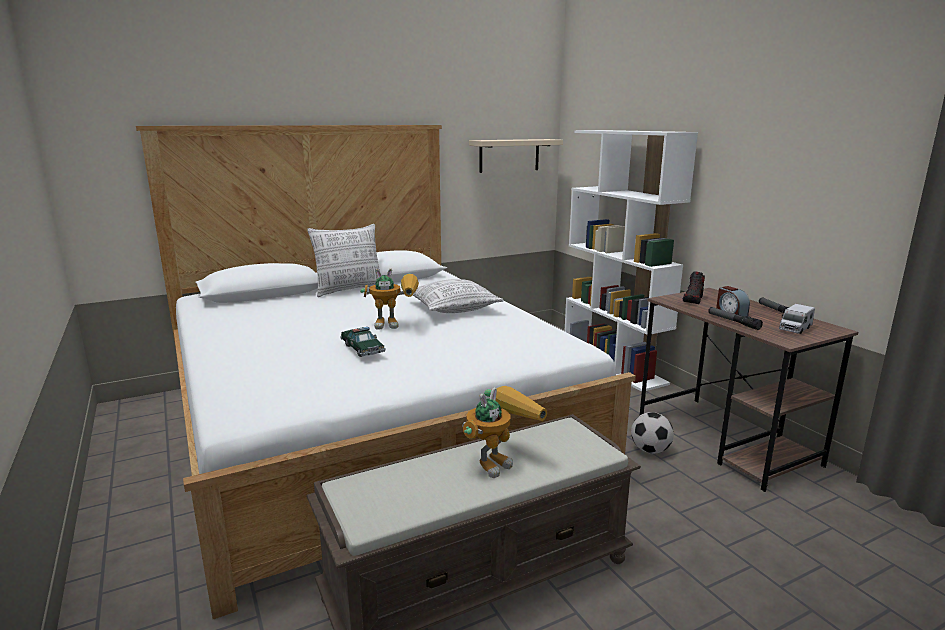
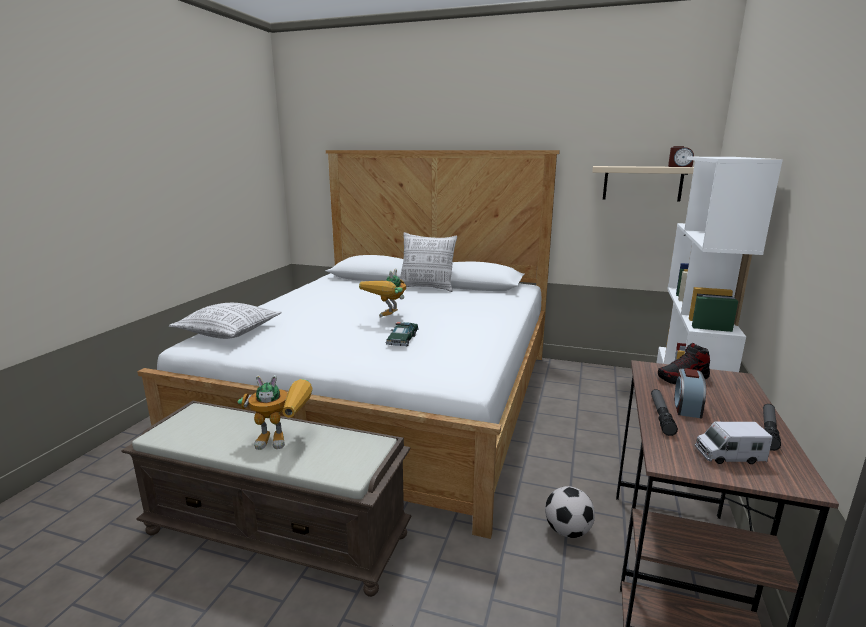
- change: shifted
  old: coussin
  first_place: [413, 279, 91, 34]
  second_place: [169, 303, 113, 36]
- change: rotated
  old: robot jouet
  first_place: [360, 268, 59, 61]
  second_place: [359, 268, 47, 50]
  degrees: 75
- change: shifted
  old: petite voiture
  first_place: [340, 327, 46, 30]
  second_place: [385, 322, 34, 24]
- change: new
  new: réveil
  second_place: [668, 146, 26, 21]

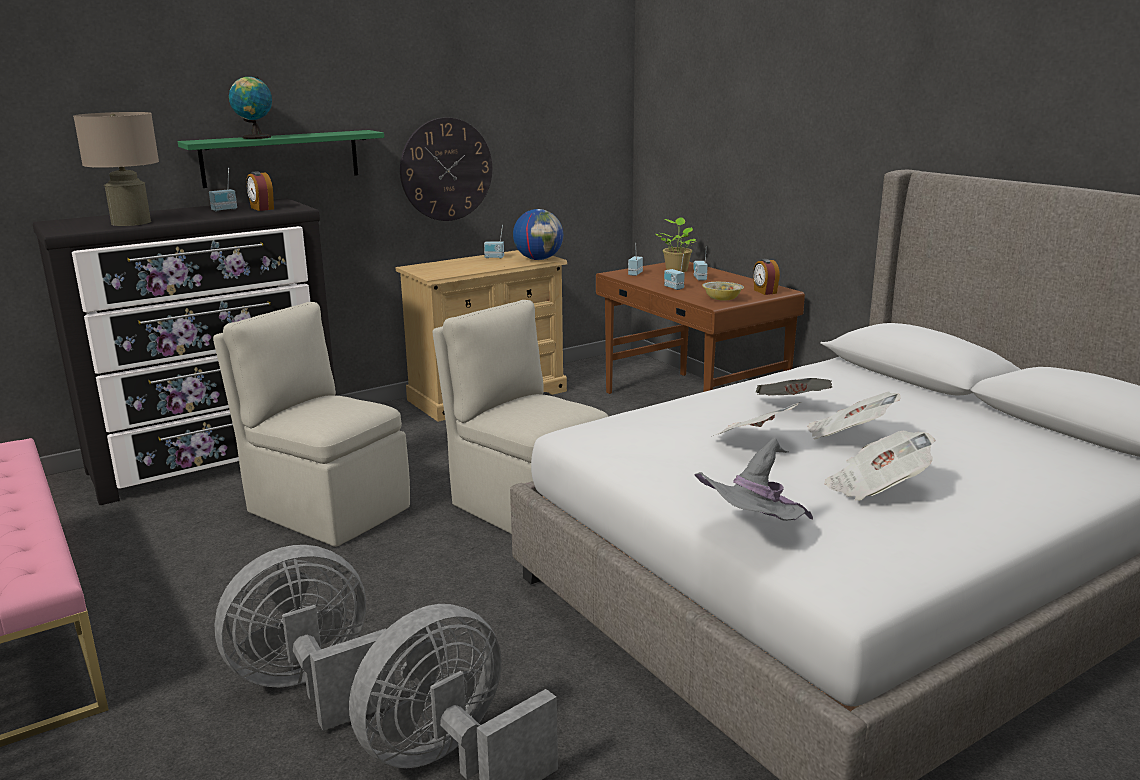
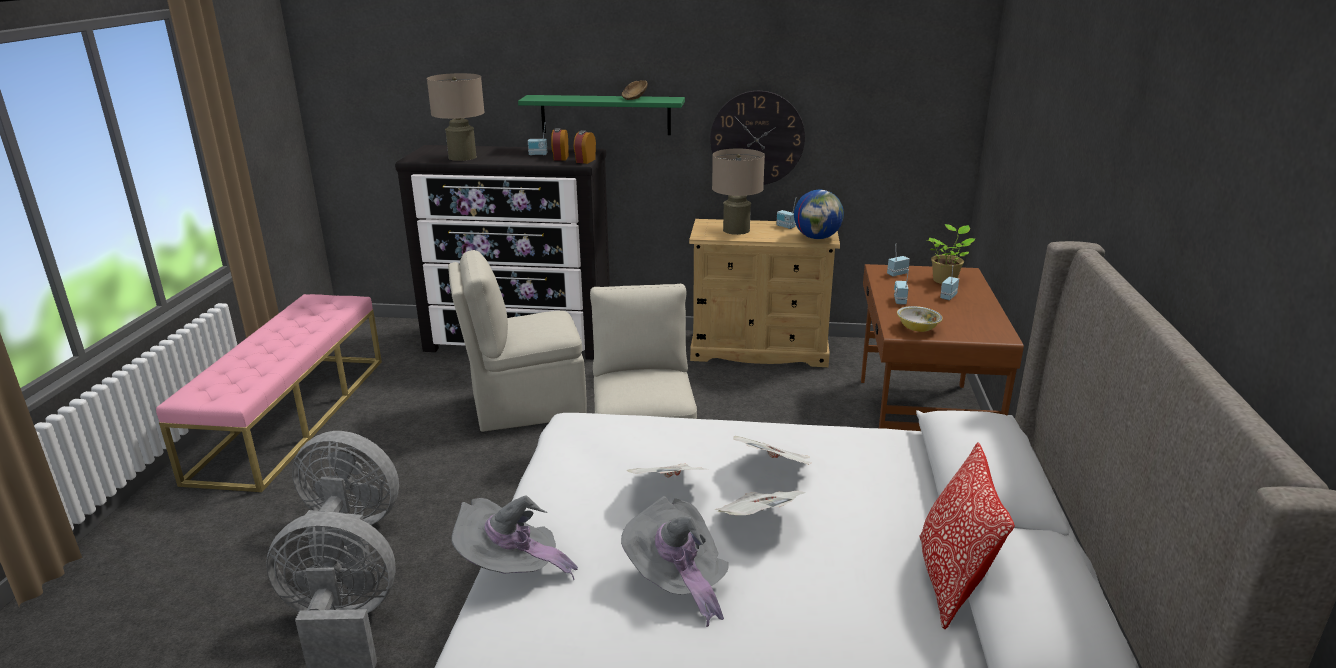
- change: rotated
  old: chaise [beige]
  first_place: [213, 302, 197, 245]
  second_place: [448, 250, 138, 182]
  degrees: -90
- change: shifted
  old: réveil
  first_place: [753, 259, 27, 36]
  second_place: [574, 130, 22, 34]
- change: swapped
  old: journal
  new: chapeau [gris]
  first_place: [825, 430, 110, 71]
  second_place: [621, 496, 108, 131]
- change: new
  new: bol [marron]
  second_place: [622, 80, 26, 20]
- change: new
  new: lampe de table [beige]
  second_place: [712, 149, 53, 86]
- change: new
  new: coussin
  second_place: [919, 442, 96, 187]
- change: gone
  old: globe
  first_place: [229, 76, 43, 63]

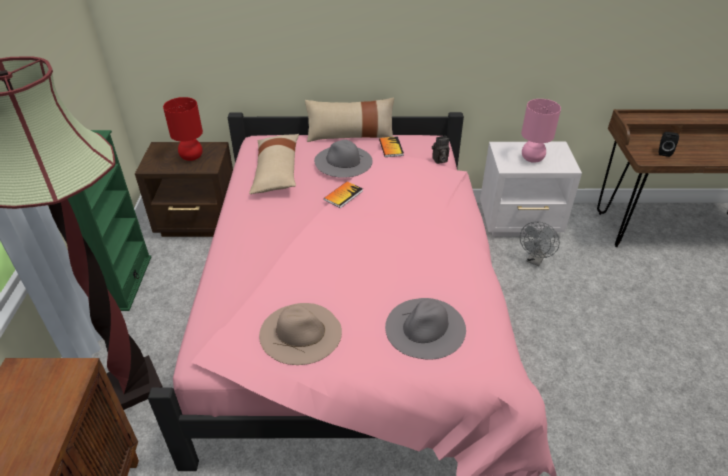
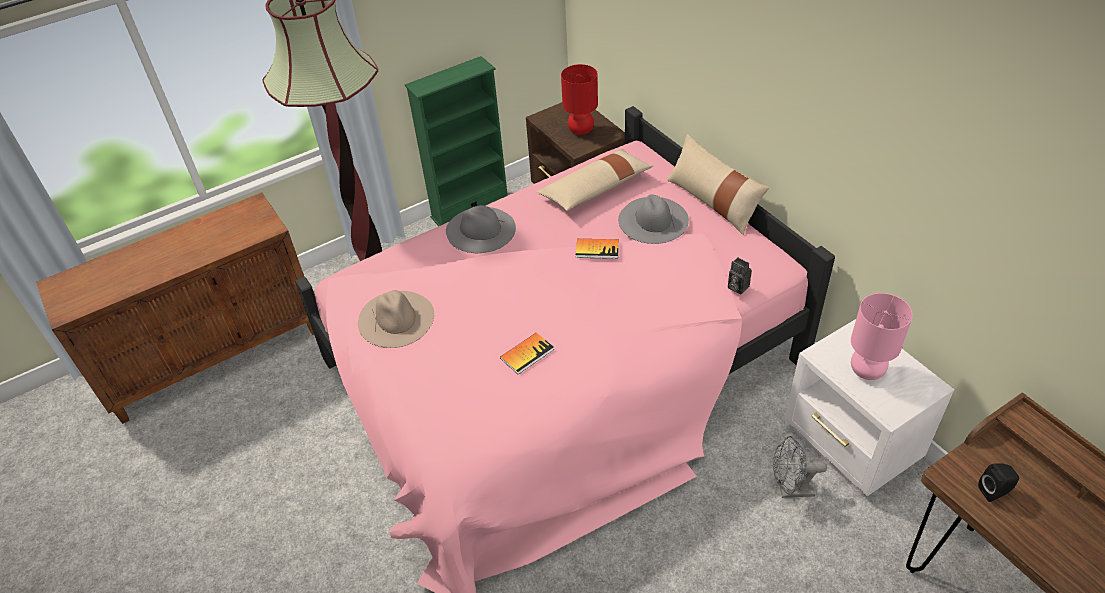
- change: shifted
  old: chapeau [gris]
  first_place: [385, 298, 81, 62]
  second_place: [446, 205, 70, 48]
- change: shifted
  old: livre
  first_place: [379, 136, 25, 21]
  second_place: [500, 332, 54, 43]

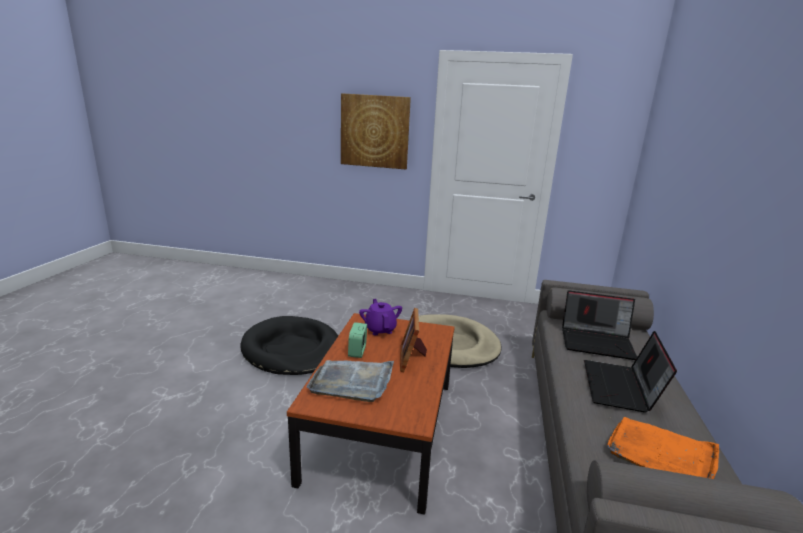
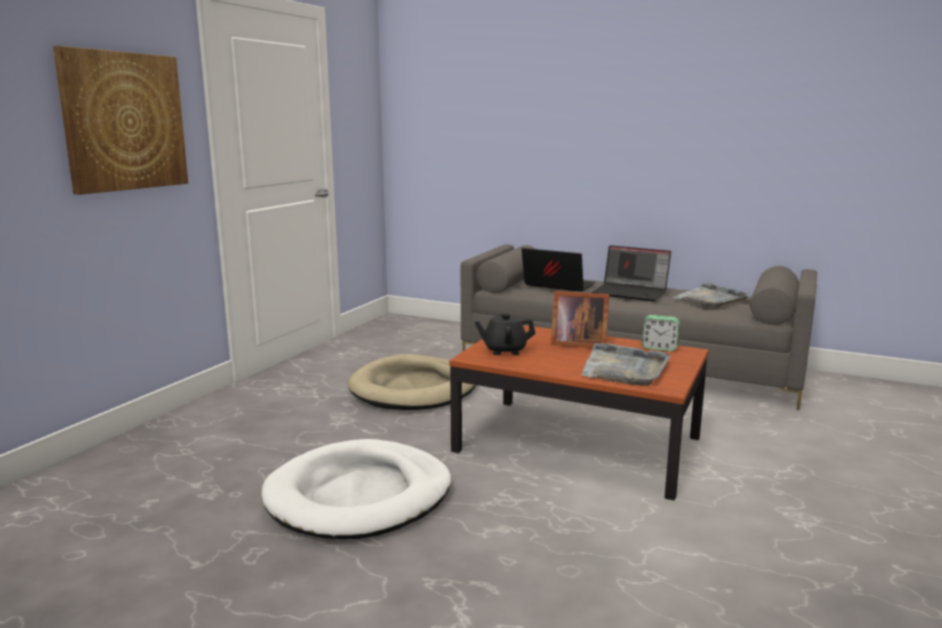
- change: repainted
  old: panier pour chien [noir]
  new: panier pour chien [blanc]
  first_place: [240, 316, 98, 59]
  second_place: [262, 439, 189, 100]
- change: repainted
  old: théière [violet]
  new: théière [noir]
  first_place: [359, 299, 43, 37]
  second_place: [474, 313, 62, 42]
- change: rotated
  old: ordinateur portable
  first_place: [562, 290, 75, 70]
  second_place: [521, 248, 74, 44]
  degrees: -90
- change: shifted
  old: réveil
  first_place: [348, 322, 19, 36]
  second_place: [642, 315, 38, 36]
- change: repainted
  old: plateau [orange]
  new: plateau [gris]
  first_place: [607, 417, 112, 62]
  second_place: [673, 283, 78, 25]

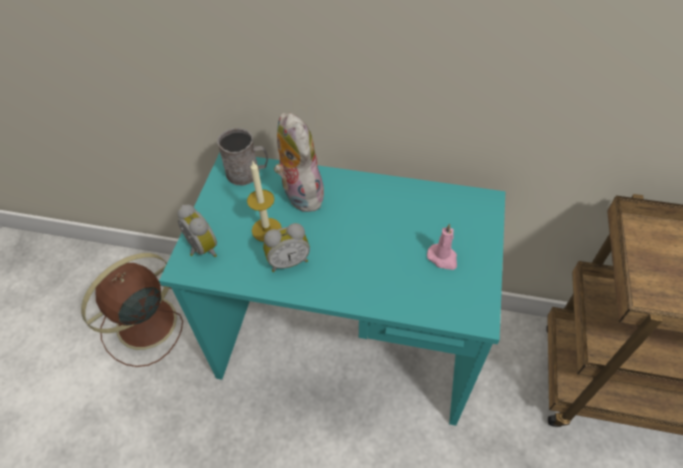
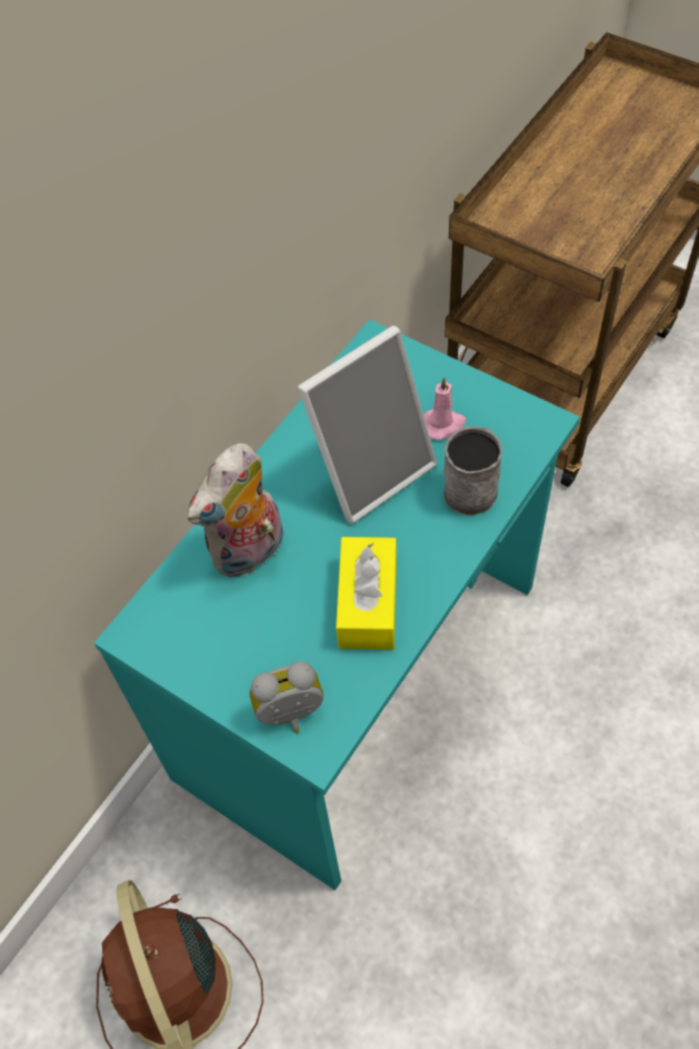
- change: rotated
  old: peluche
  first_place: [274, 113, 50, 99]
  second_place: [188, 443, 96, 135]
  degrees: -45
- change: new
  new: cadre photo
  second_place: [298, 326, 139, 198]
- change: swapped
  old: réveil
  new: boîte à mouchoirs [jaune]
  first_place: [263, 223, 47, 49]
  second_place: [336, 537, 61, 113]
- change: shifted
  old: mug [gris]
  first_place: [217, 128, 51, 57]
  second_place: [444, 426, 58, 90]
- change: gone
  old: bougie
  first_place: [247, 162, 35, 80]

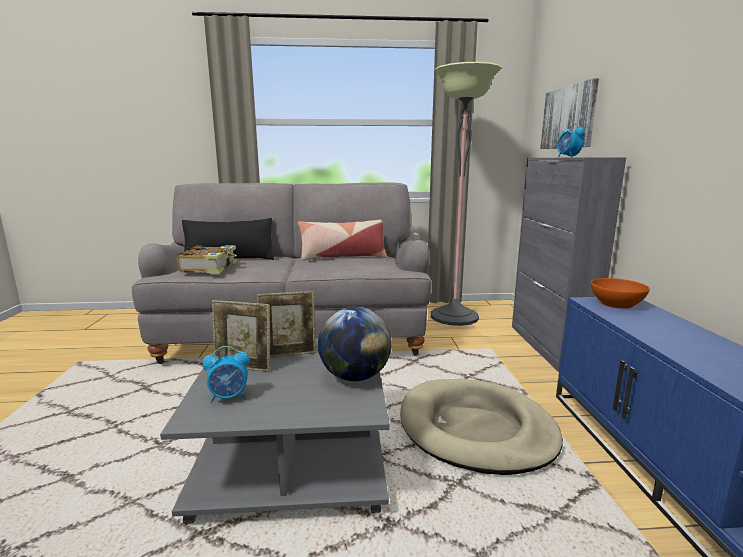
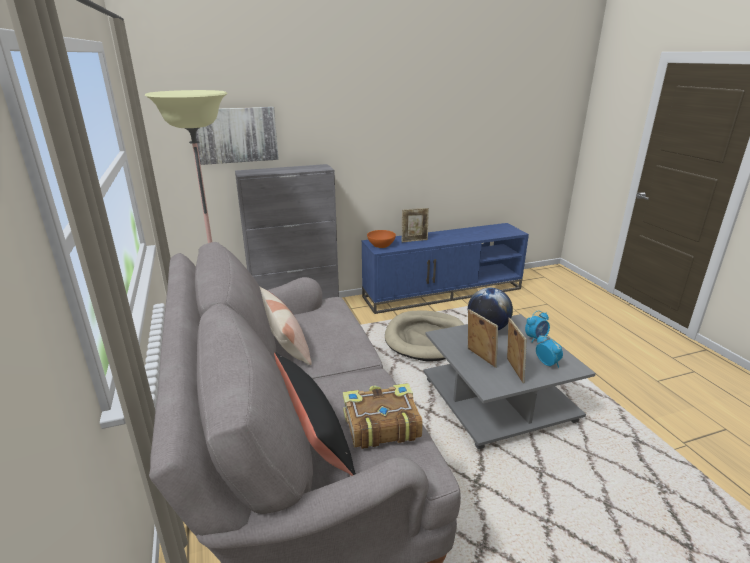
- change: new
  new: cadre photo
  second_place: [402, 208, 27, 34]
- change: shifted
  old: réveil
  first_place: [557, 123, 28, 34]
  second_place: [525, 310, 25, 33]

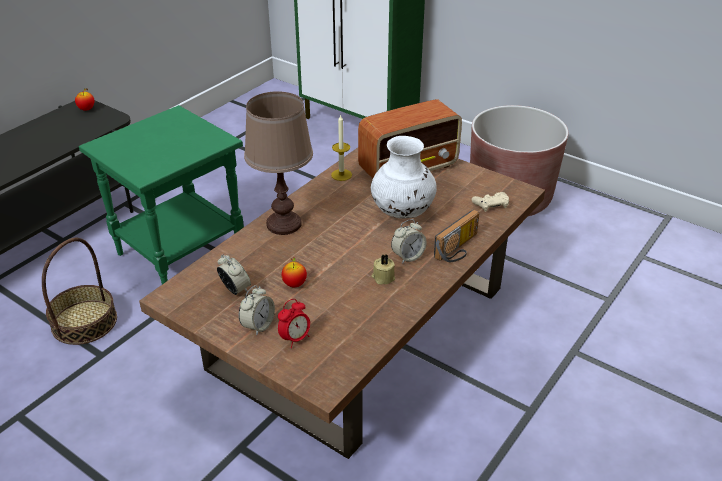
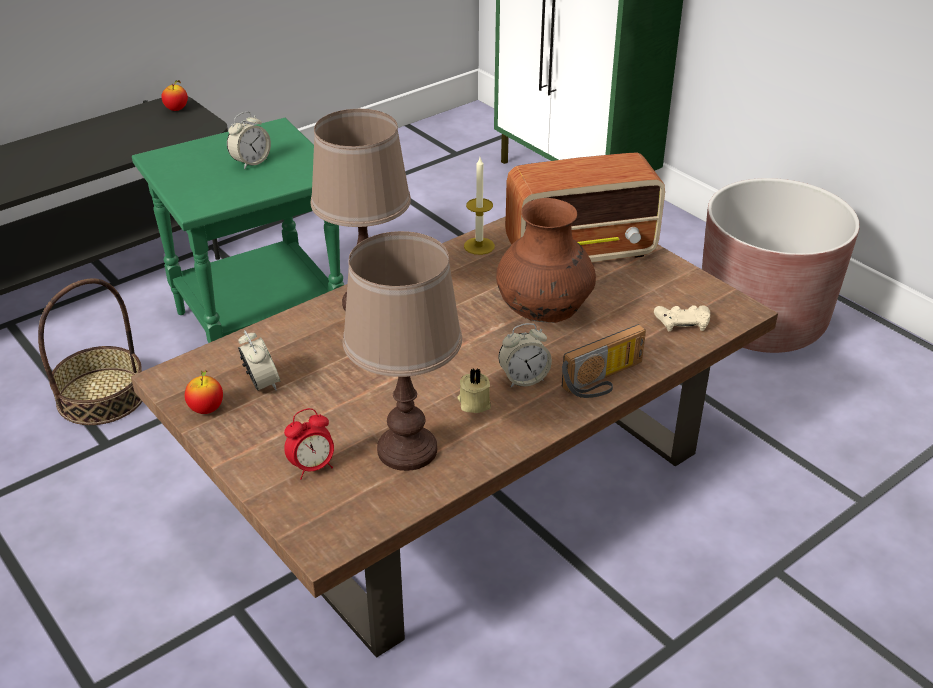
- change: shifted
  old: pomme
  first_place: [282, 258, 25, 29]
  second_place: [184, 370, 39, 44]
- change: shifted
  old: réveil
  first_place: [239, 285, 36, 51]
  second_place: [227, 112, 44, 57]
- change: new
  new: lampe de table [marron]
  second_place: [343, 231, 119, 240]
- change: repainted
  old: vase [blanc]
  new: vase [marron]
  first_place: [371, 136, 66, 83]
  second_place: [496, 198, 100, 125]

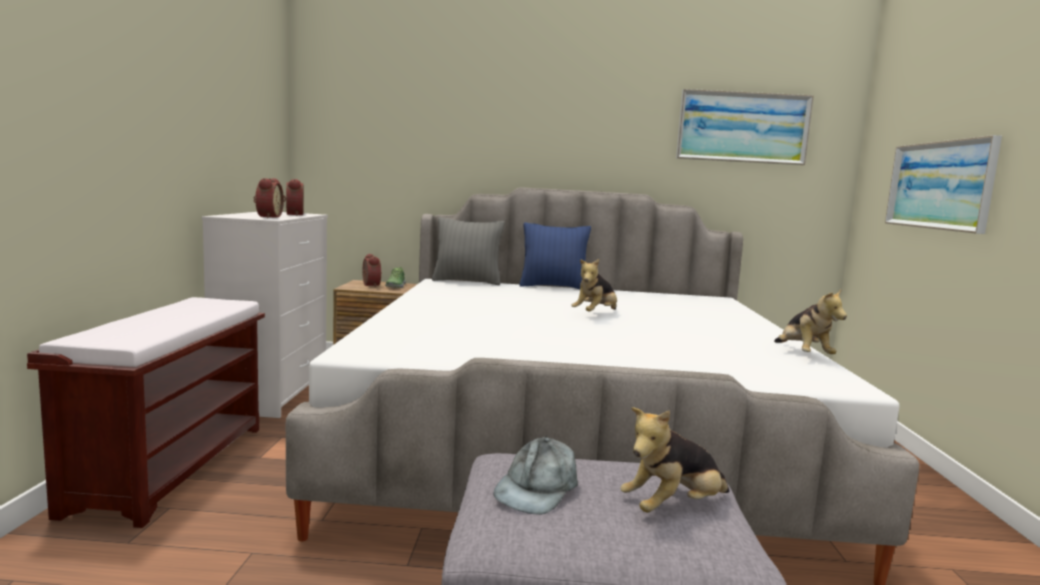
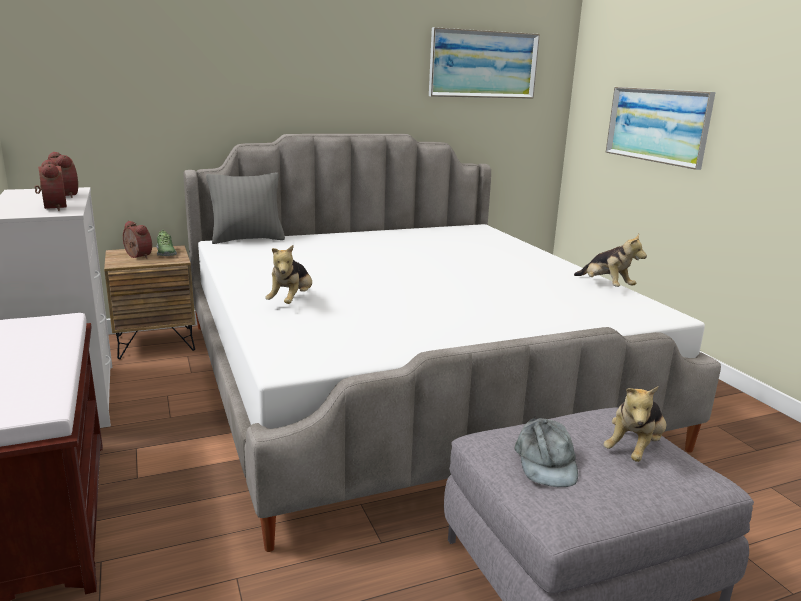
- change: shifted
  old: peluche
  first_place: [571, 259, 46, 52]
  second_place: [265, 245, 47, 59]
- change: gone
  old: coussin [bleu]
  first_place: [519, 222, 72, 67]

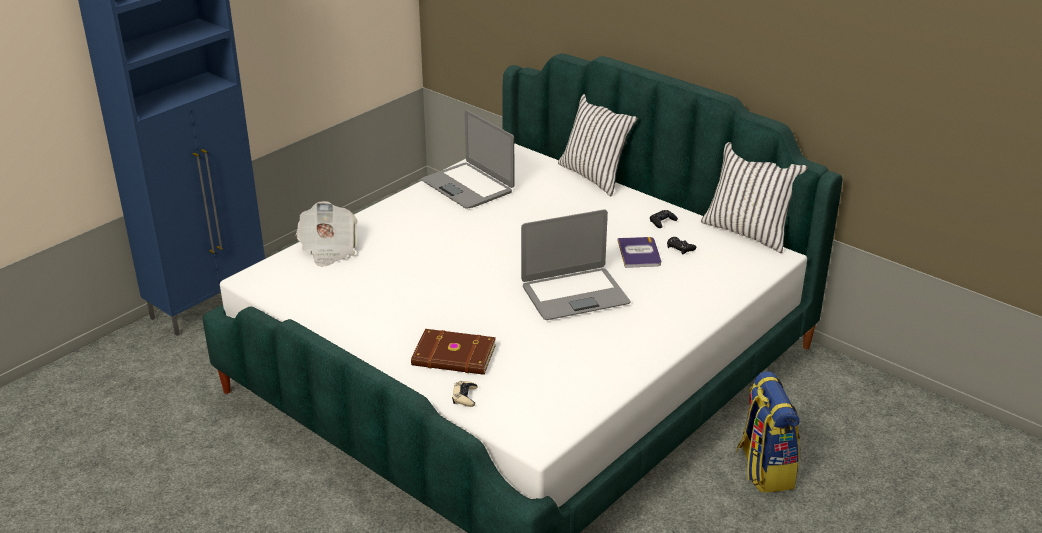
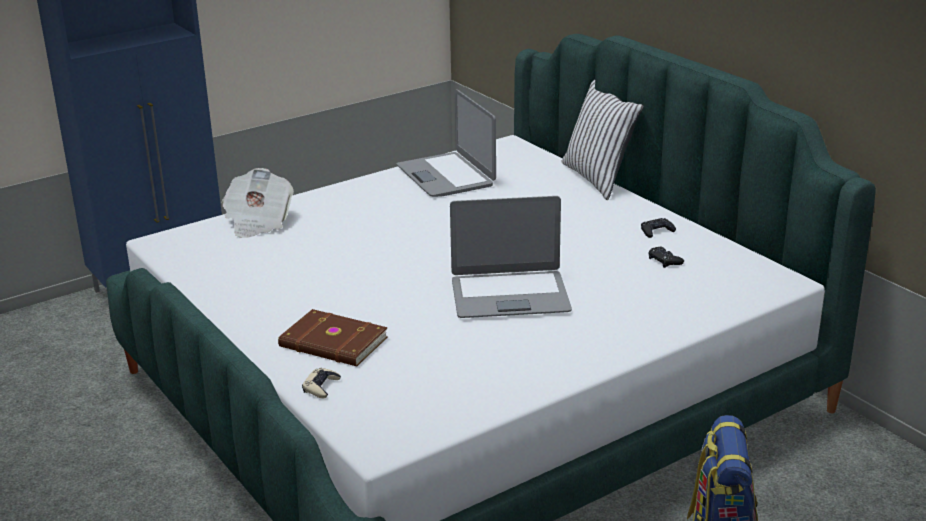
- change: gone
  old: livre
  first_place: [618, 237, 43, 31]
- change: gone
  old: coussin [blanc]
  first_place: [701, 142, 107, 111]

